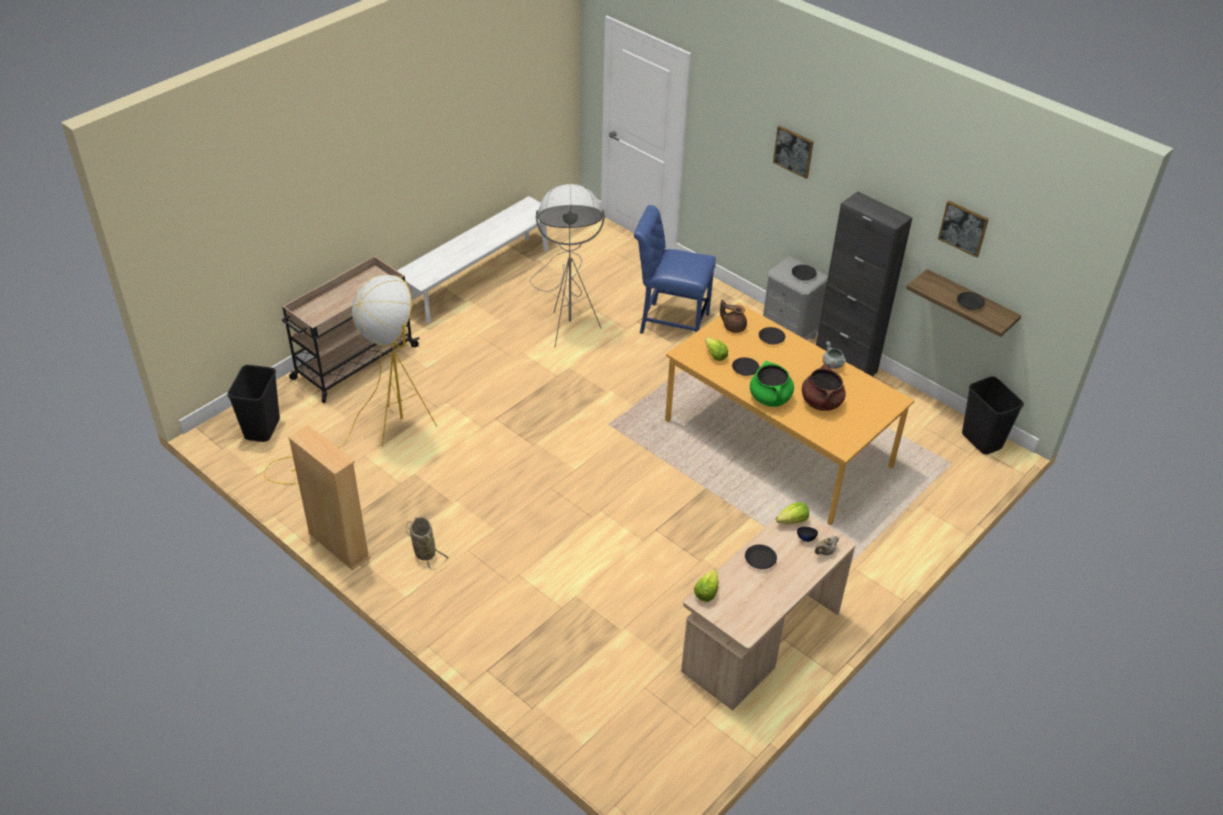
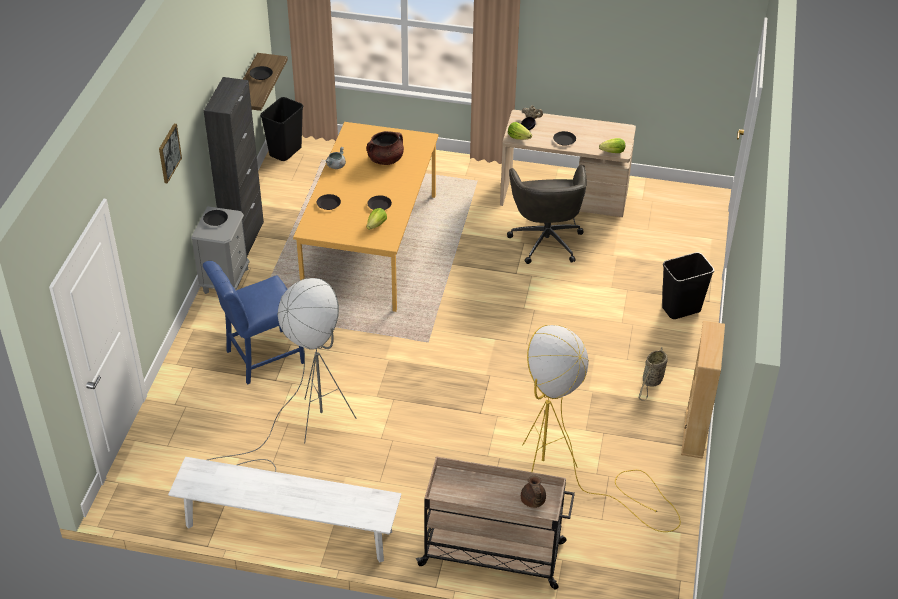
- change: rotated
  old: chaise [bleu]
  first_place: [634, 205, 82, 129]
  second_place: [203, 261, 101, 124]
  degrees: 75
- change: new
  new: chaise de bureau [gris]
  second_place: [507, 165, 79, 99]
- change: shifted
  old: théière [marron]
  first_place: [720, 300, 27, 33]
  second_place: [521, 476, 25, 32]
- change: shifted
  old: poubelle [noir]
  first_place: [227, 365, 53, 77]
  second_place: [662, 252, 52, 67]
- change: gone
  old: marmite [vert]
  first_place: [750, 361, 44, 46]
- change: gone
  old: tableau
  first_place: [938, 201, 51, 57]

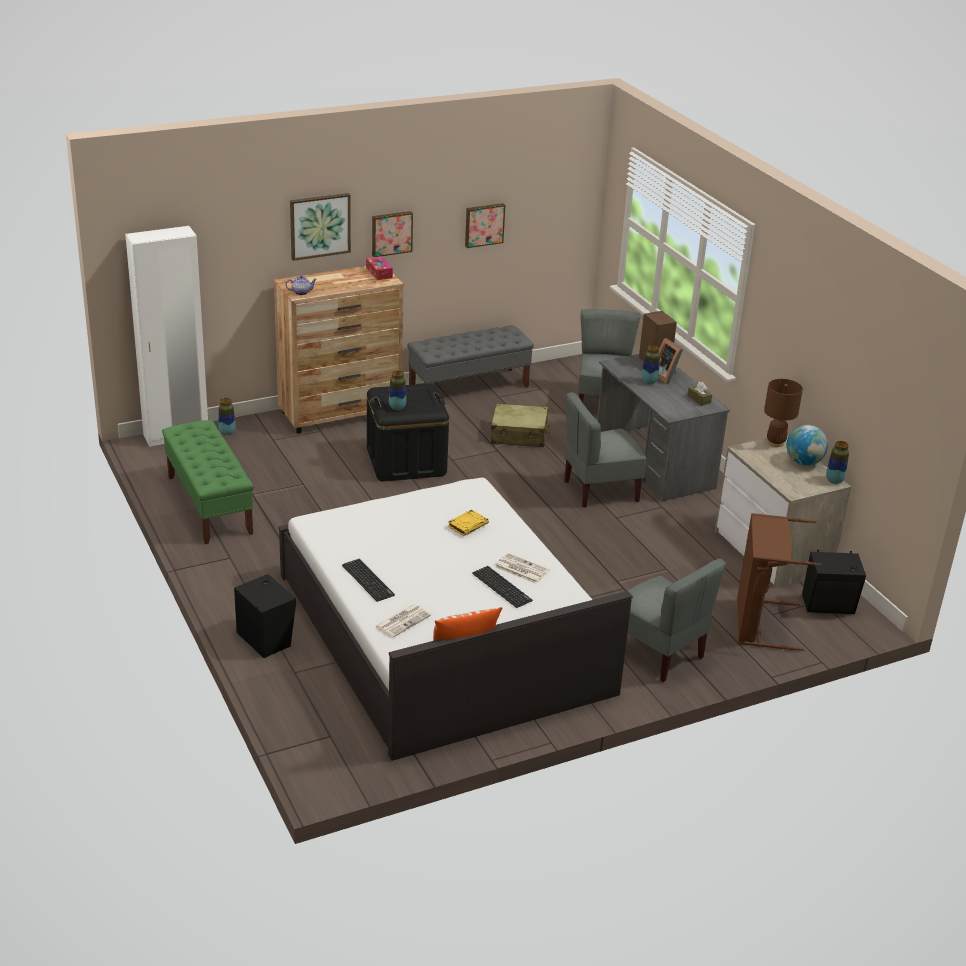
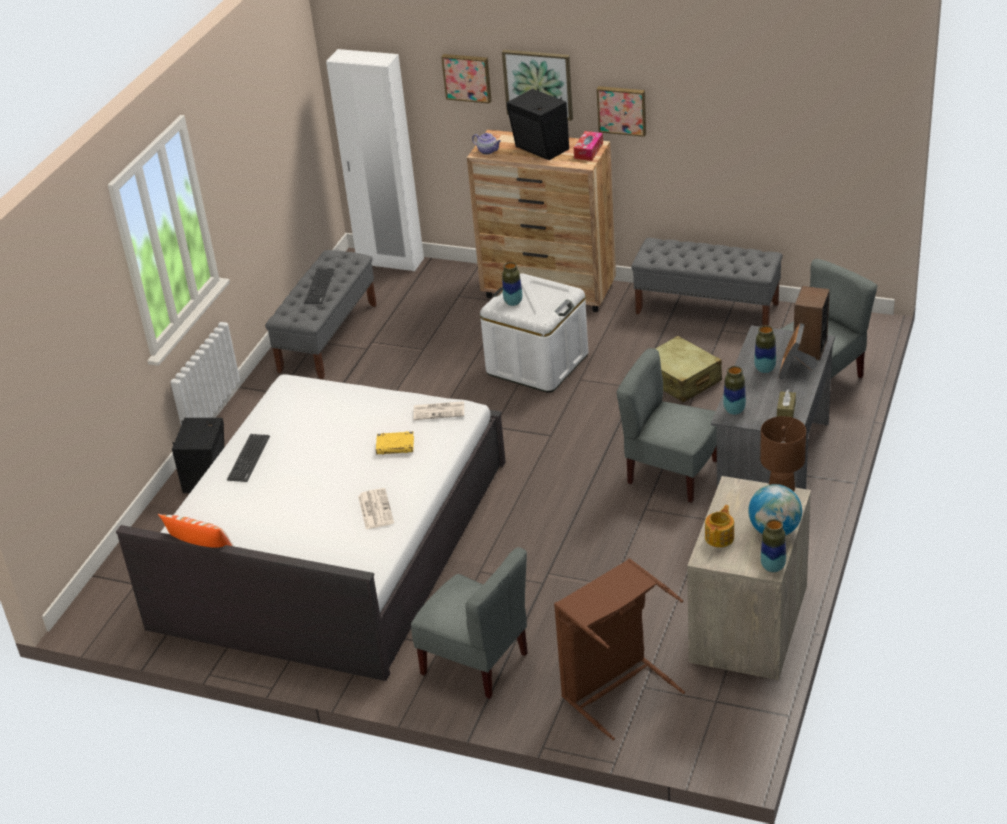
- change: repainted
  old: banc [vert]
  new: banc [gris]
  first_place: [162, 420, 92, 124]
  second_place: [265, 250, 111, 129]
- change: shifted
  old: clavier
  first_place: [472, 566, 61, 42]
  second_place: [304, 268, 30, 36]
- change: rotated
  old: chaise [gris]
  first_place: [627, 558, 99, 124]
  second_place: [411, 547, 117, 152]
  degrees: -60
- change: shifted
  old: journal
  first_place: [375, 604, 56, 33]
  second_place: [413, 401, 51, 19]
- change: shifted
  old: tableau
  first_place: [465, 203, 40, 45]
  second_place: [441, 54, 51, 50]
- change: repainted
  old: boîte de rangement [noir]
  new: boîte de rangement [blanc]
  first_place: [367, 383, 82, 98]
  second_place: [480, 273, 108, 120]
- change: shifted
  old: enceinte [noir]
  first_place: [802, 550, 64, 64]
  second_place: [507, 88, 62, 72]
- change: new
  new: théière
  second_place: [705, 505, 29, 42]
- change: shifted
  old: vase
  first_place: [219, 398, 16, 37]
  second_place: [723, 366, 23, 49]

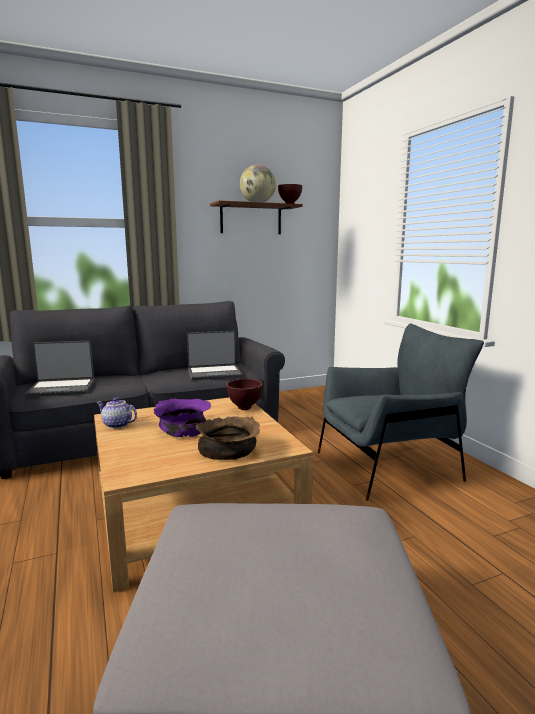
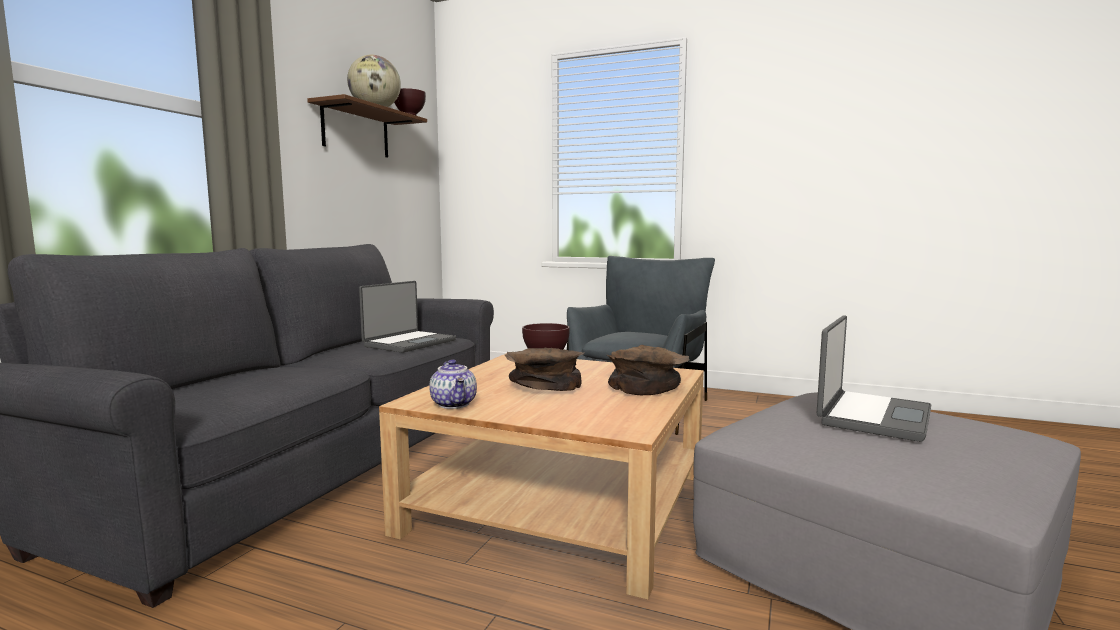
- change: rotated
  old: théière
  first_place: [97, 397, 40, 32]
  second_place: [429, 359, 48, 50]
  degrees: -90
- change: repainted
  old: bol [violet]
  new: bol [marron]
  first_place: [154, 399, 57, 38]
  second_place: [505, 348, 79, 43]
- change: shifted
  old: ordinateur portable
  first_place: [25, 341, 69, 56]
  second_place: [817, 315, 114, 127]

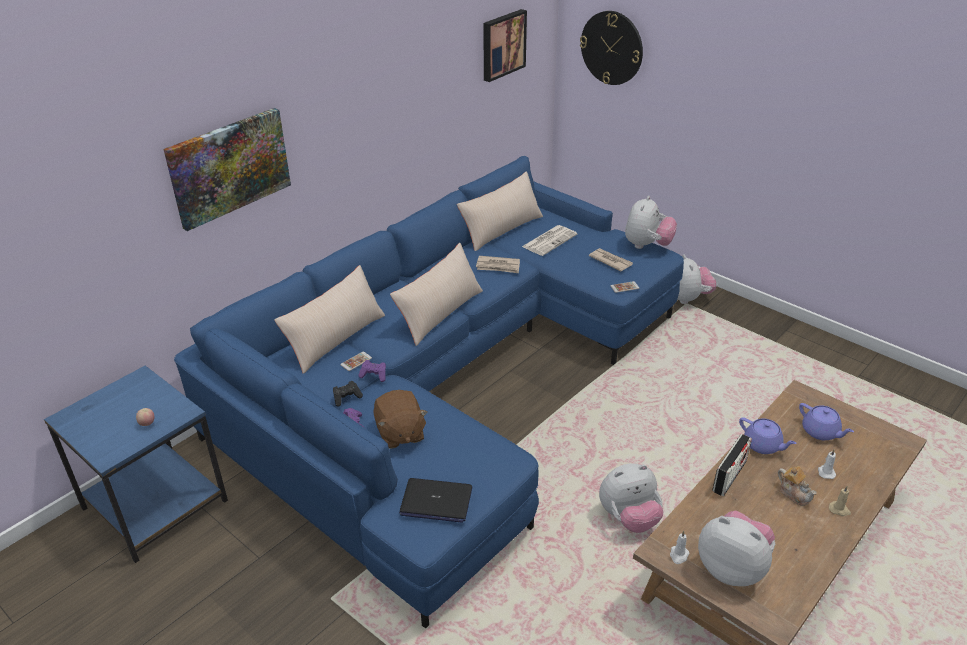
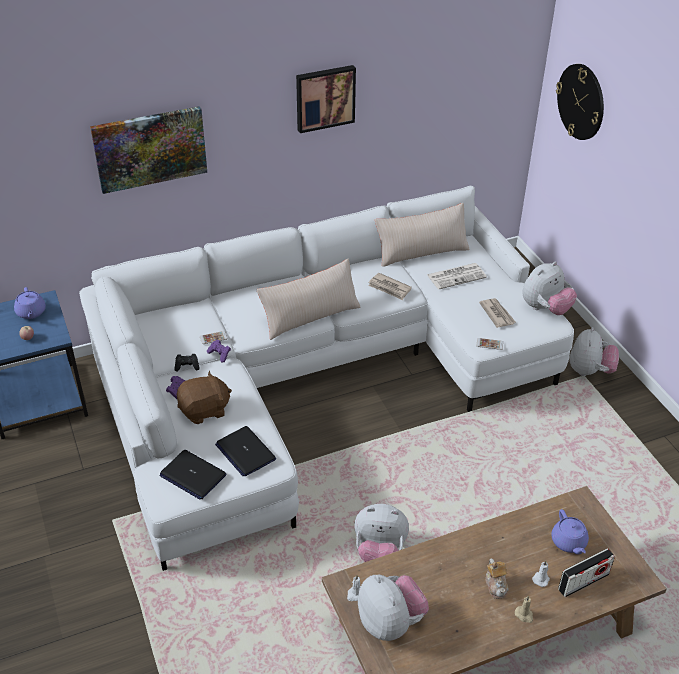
- change: shifted
  old: théière [violet]
  first_place: [739, 417, 58, 37]
  second_place: [14, 287, 32, 32]
- change: repainted
  old: canapé [bleu]
  new: canapé [blanc]
  first_place: [174, 156, 510, 472]
  second_place: [79, 186, 495, 385]
- change: rotated
  old: peluche [marron]
  first_place: [373, 390, 55, 59]
  second_place: [177, 371, 55, 53]
  degrees: -120
- change: new
  new: ordinateur portable
  second_place: [215, 426, 61, 50]
- change: shifted
  old: tableau
  first_place: [483, 9, 44, 73]
  second_place: [296, 65, 60, 68]
- change: shifted
  old: radio
  first_place: [712, 434, 40, 62]
  second_place: [558, 548, 57, 49]
- change: gone
  old: coussin [beige]
  first_place: [274, 265, 111, 109]

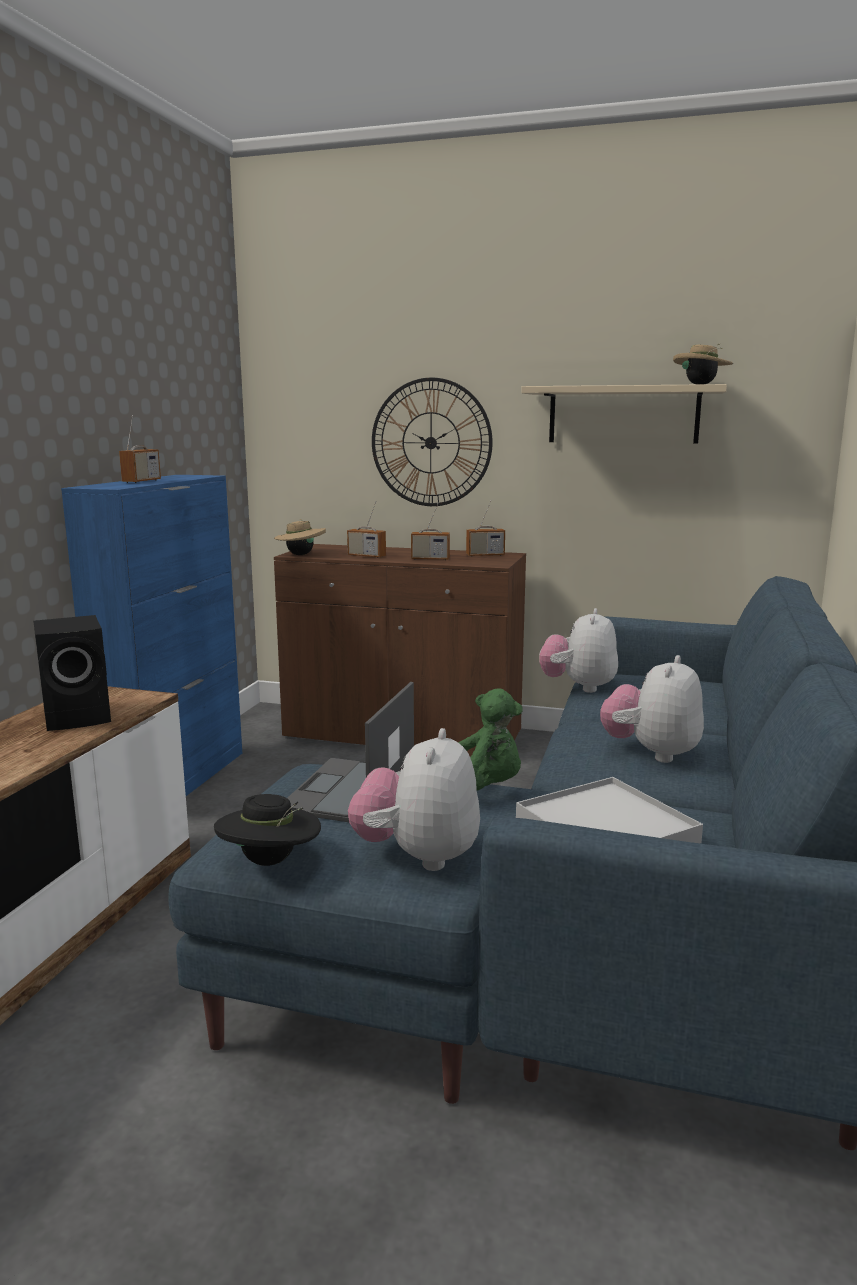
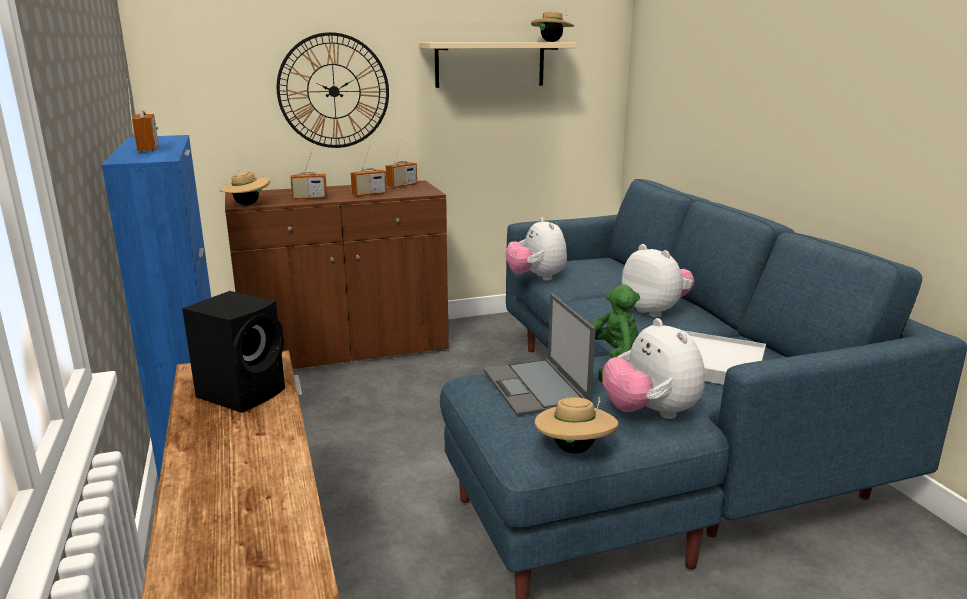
- change: repainted
  old: chapeau [noir]
  new: chapeau [beige]
  first_place: [214, 794, 107, 72]
  second_place: [535, 397, 84, 56]
- change: rotated
  old: peluche
  first_place: [600, 655, 104, 108]
  second_place: [622, 244, 72, 74]
  degrees: 150

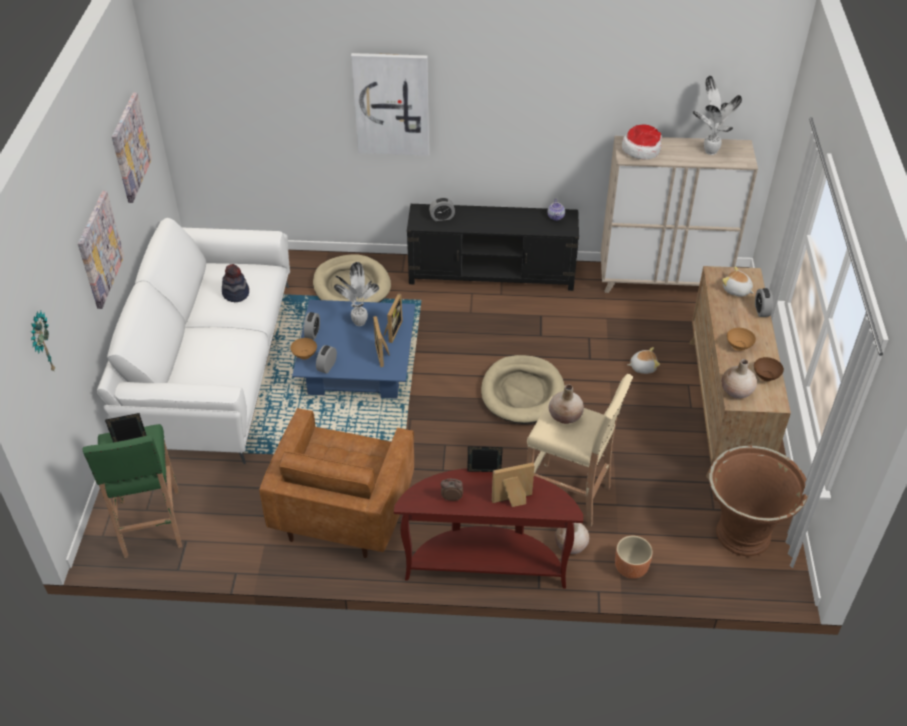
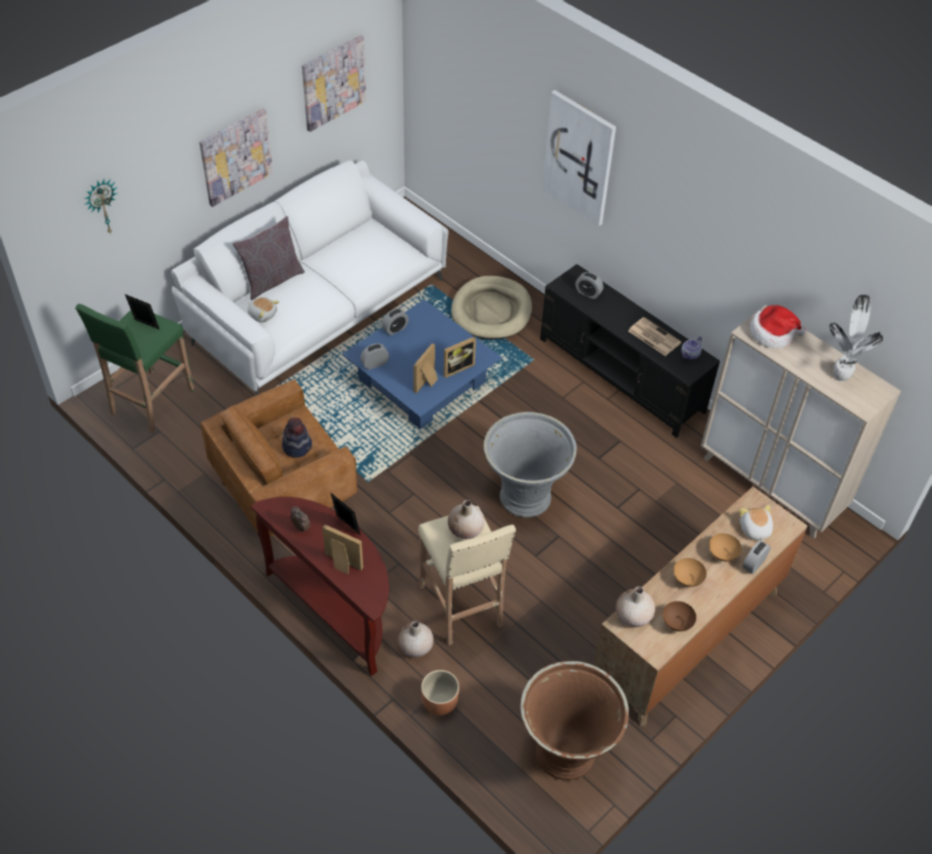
- change: new
  new: coussin [gris]
  second_place: [232, 216, 73, 84]
- change: shifted
  old: peluche
  first_place: [628, 347, 32, 27]
  second_place: [248, 297, 31, 26]
- change: shifted
  old: chapeau
  first_place: [222, 264, 27, 38]
  second_place: [282, 417, 30, 41]
- change: swapped
  old: panier pour chien [beige]
  new: cache-pot [gris]
  first_place: [481, 355, 84, 69]
  second_place: [484, 412, 93, 106]
- change: new
  new: journal
  second_place: [628, 317, 53, 39]
- change: shifted
  old: bol [marron]
  first_place: [290, 338, 27, 22]
  second_place: [709, 533, 33, 28]
- change: gone
  old: plante en pot
  first_place: [334, 262, 45, 64]

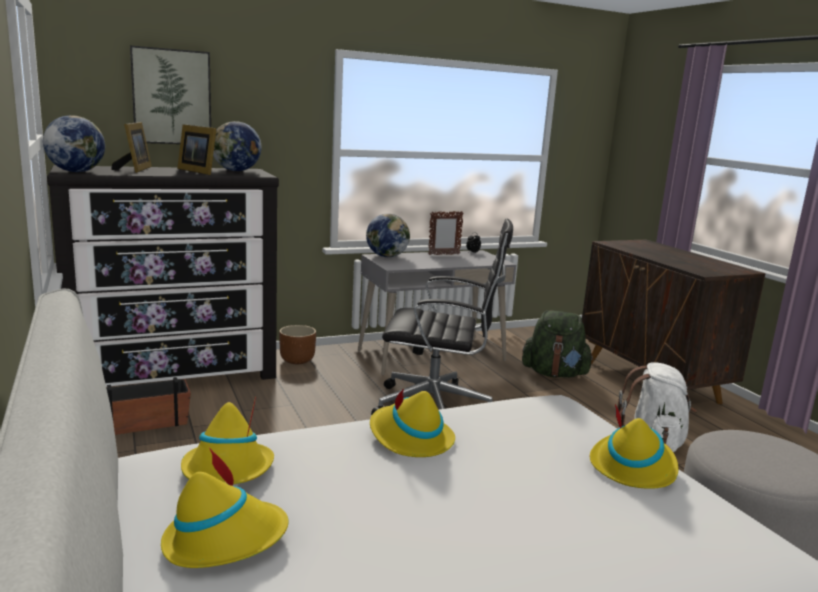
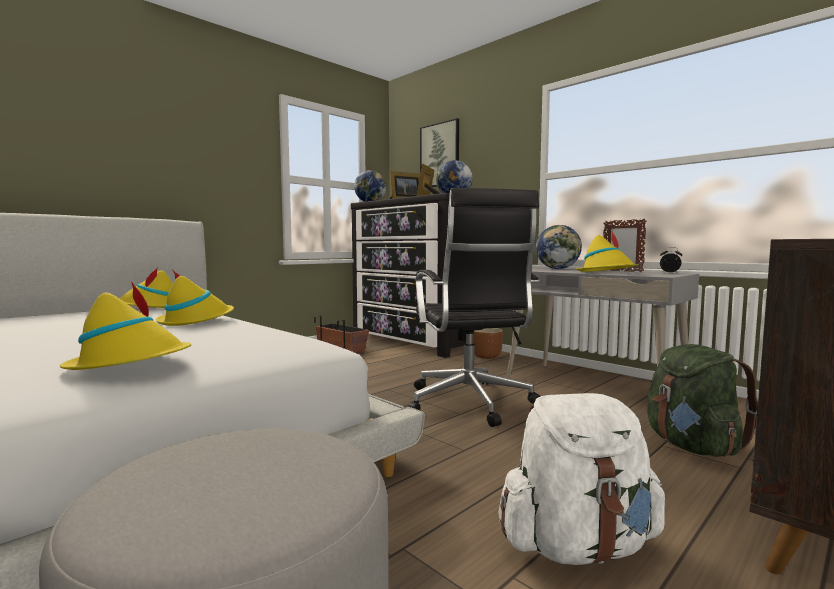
- change: shifted
  old: chapeau [jaune]
  first_place: [161, 447, 128, 121]
  second_place: [576, 230, 63, 42]

